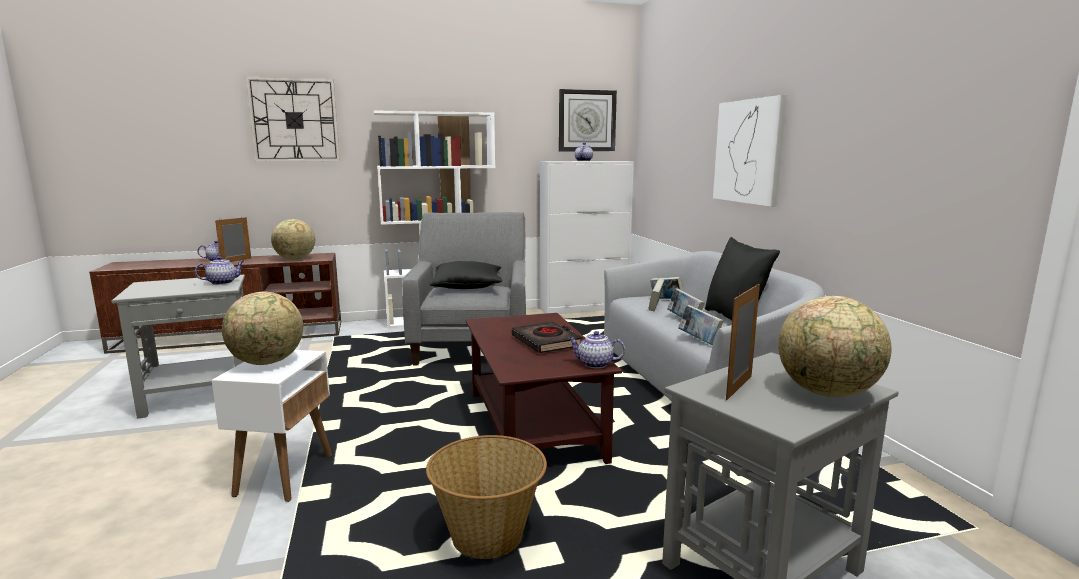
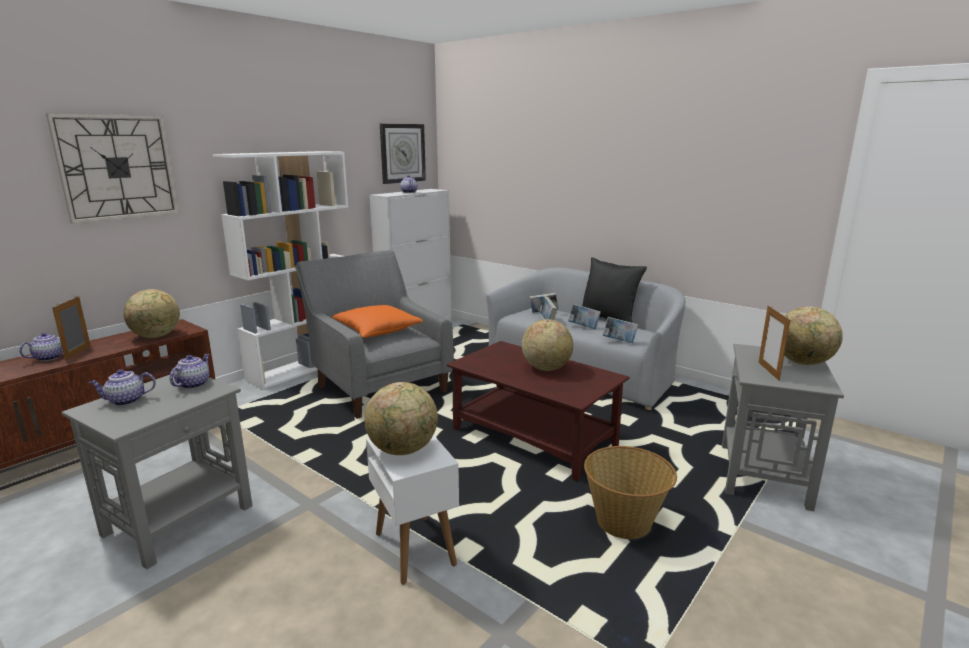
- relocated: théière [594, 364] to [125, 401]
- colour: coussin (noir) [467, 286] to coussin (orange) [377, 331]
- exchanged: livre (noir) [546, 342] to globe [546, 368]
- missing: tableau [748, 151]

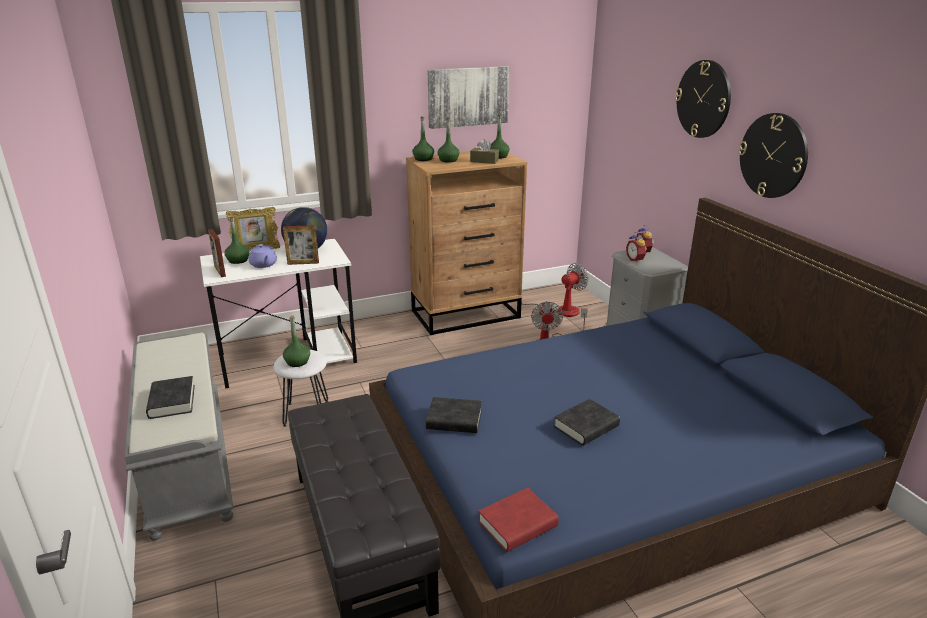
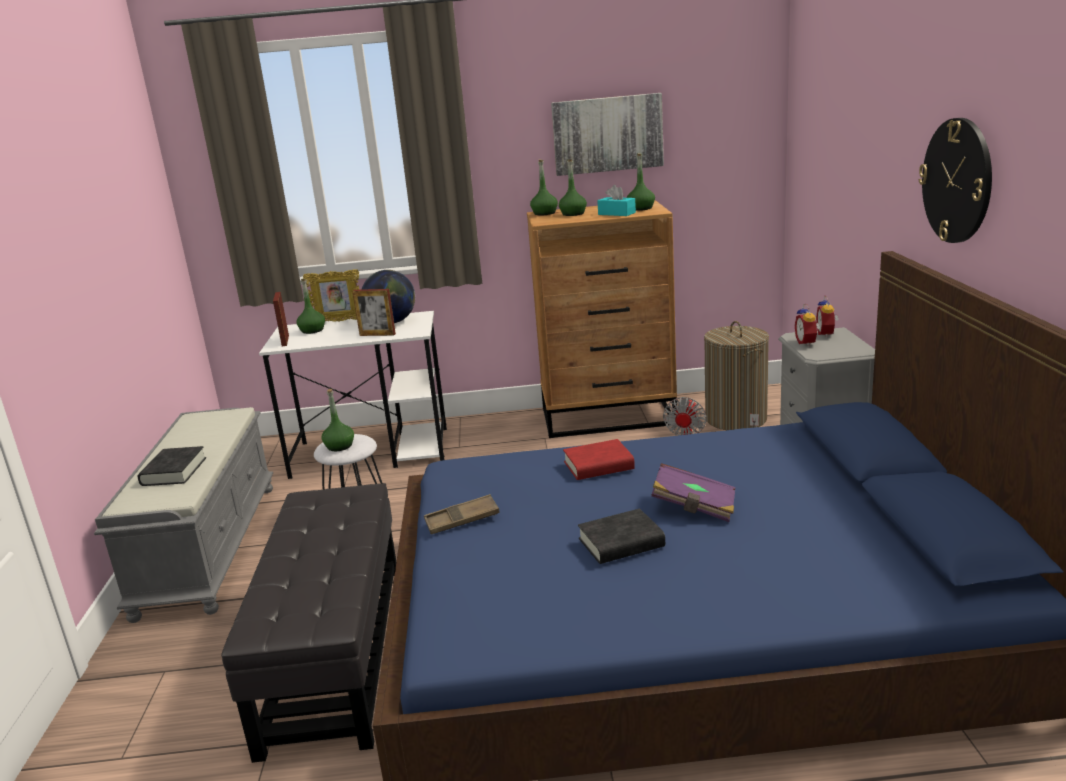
- exchanged: livre (noir) [454, 420] to plateau (marron) [462, 520]
- relocated: livre (rouge) [517, 524] to [598, 466]
- colour: boîte à mouchoirs (marron) [484, 161] to boîte à mouchoirs (turquoise) [616, 213]
- appeared: livre (violet) [694, 508]
- exchanged: ventilateur [559, 310] to panier à linge [735, 419]
- missing: théière (violet) [263, 265]
- missing: horloge murale [703, 99]

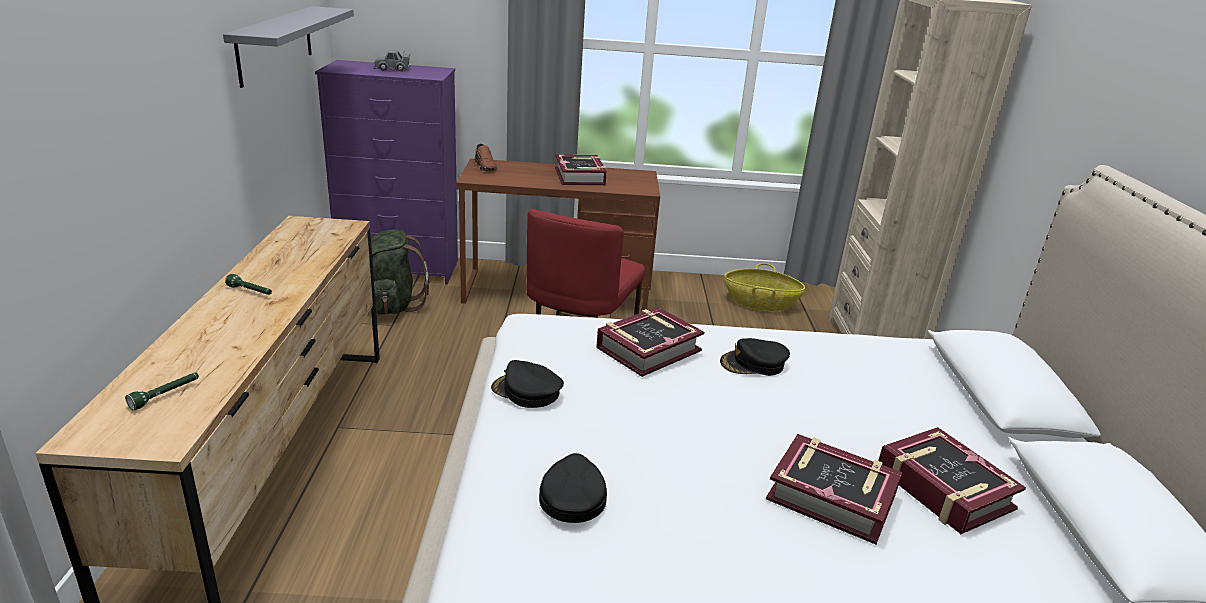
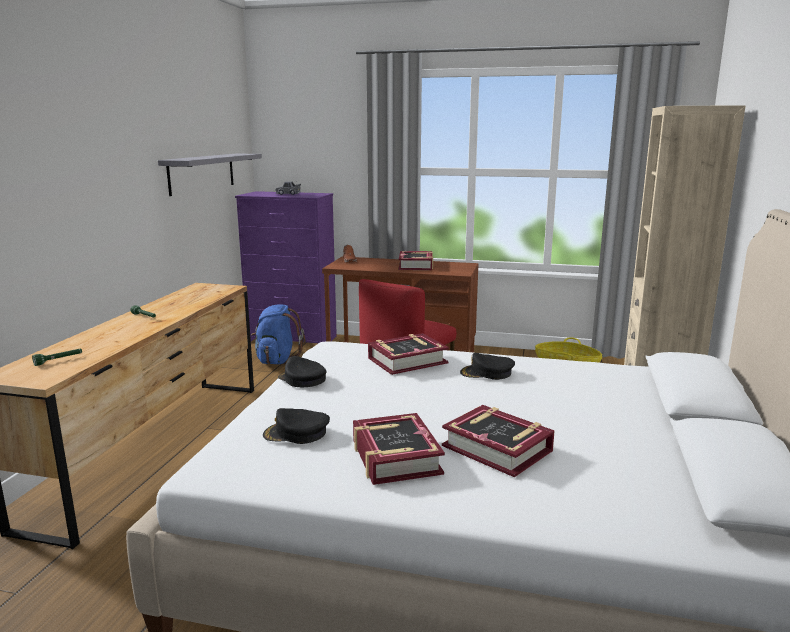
- colour: sac à dos (vert) [392, 305] to sac à dos (bleu) [277, 360]
- spun: casquette (noir) [572, 496] = [296, 433] 105 degrees counterclockwise
- relocated: livre [943, 489] to [395, 457]

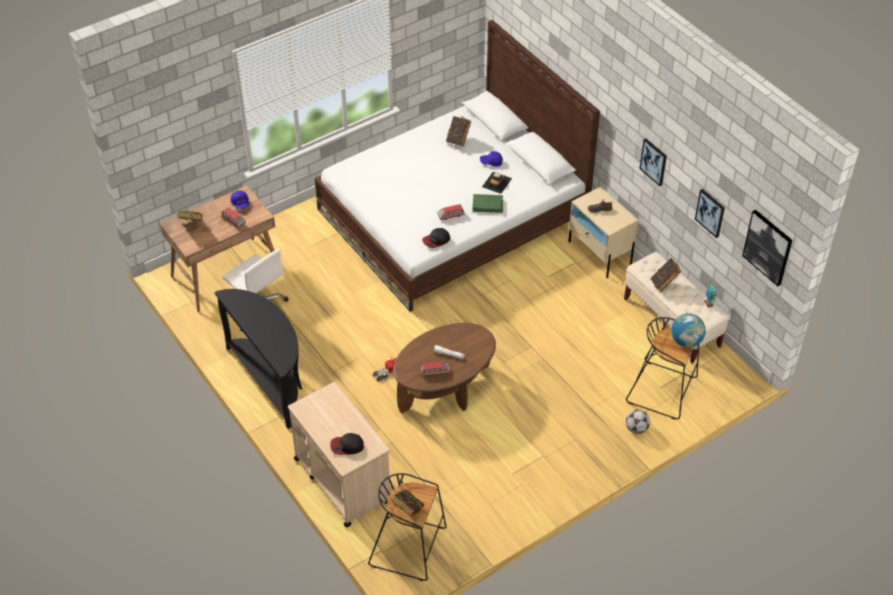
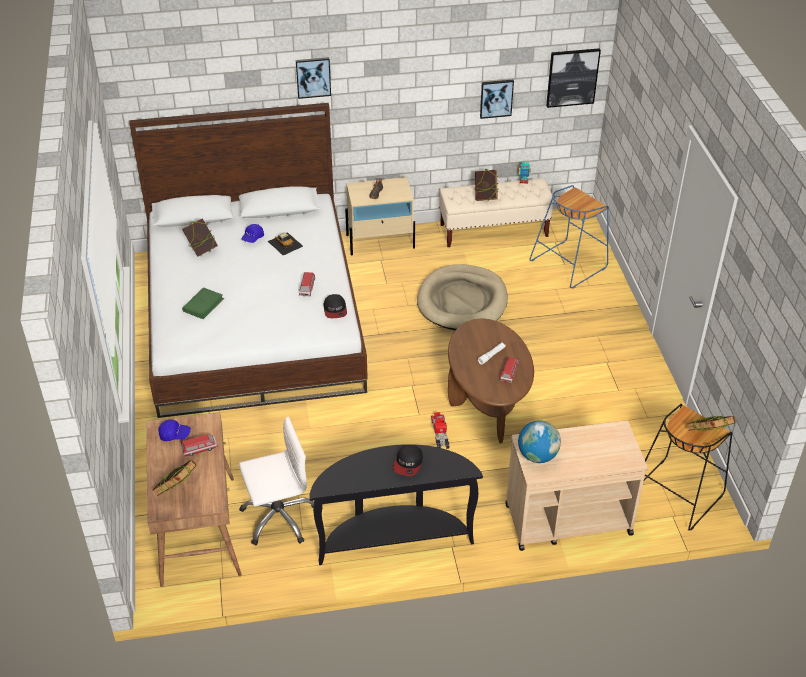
- relocated: livre (vert) [488, 205] to [203, 305]
- relocated: tableau [654, 161] to [313, 77]
- relocated: casquette [347, 446] to [408, 463]
- appeared: panier pour chien (beige) [462, 301]
- relocated: globe [686, 341] to [537, 455]
- colour: tabouret (noir) [663, 390] to tabouret (bleu) [568, 263]
- missing: ballon de foot [636, 429]

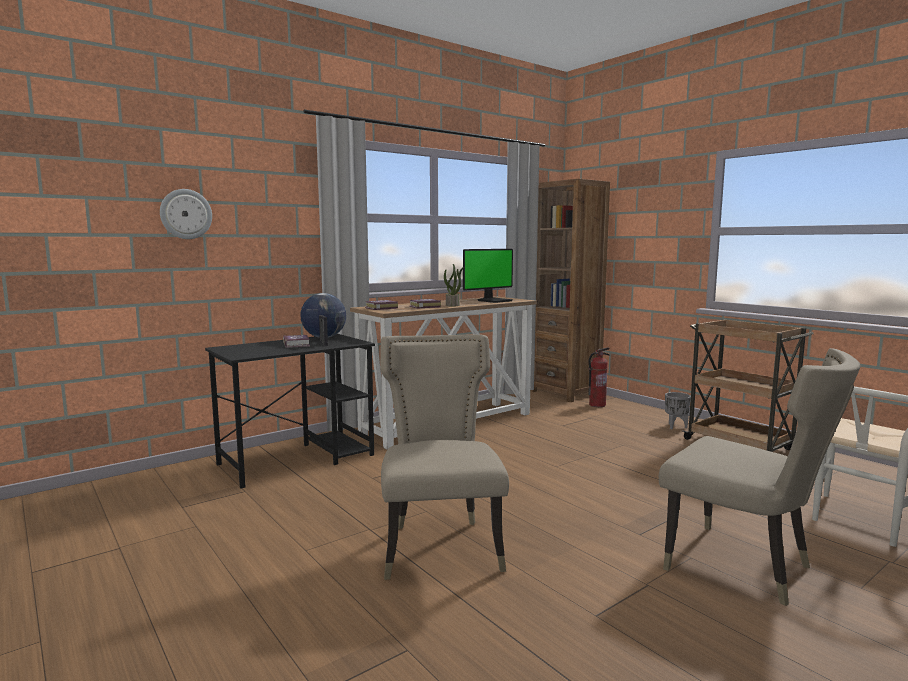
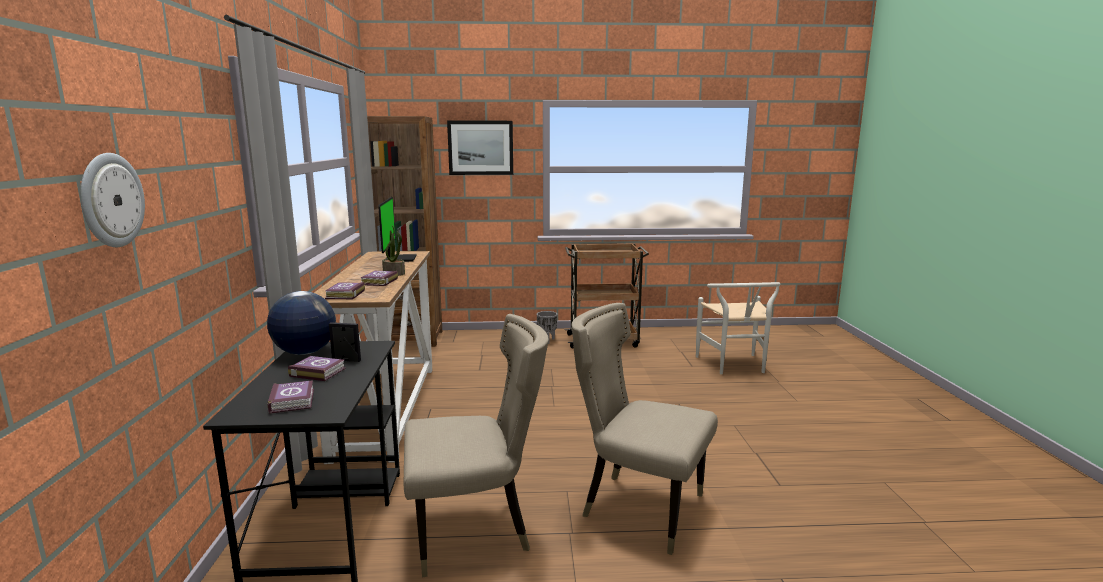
- appeared: livre [293, 400]
- relocated: chaise (beige) [744, 567] to [477, 530]
- appeared: tableau [480, 147]
- missing: extincteur [597, 405]

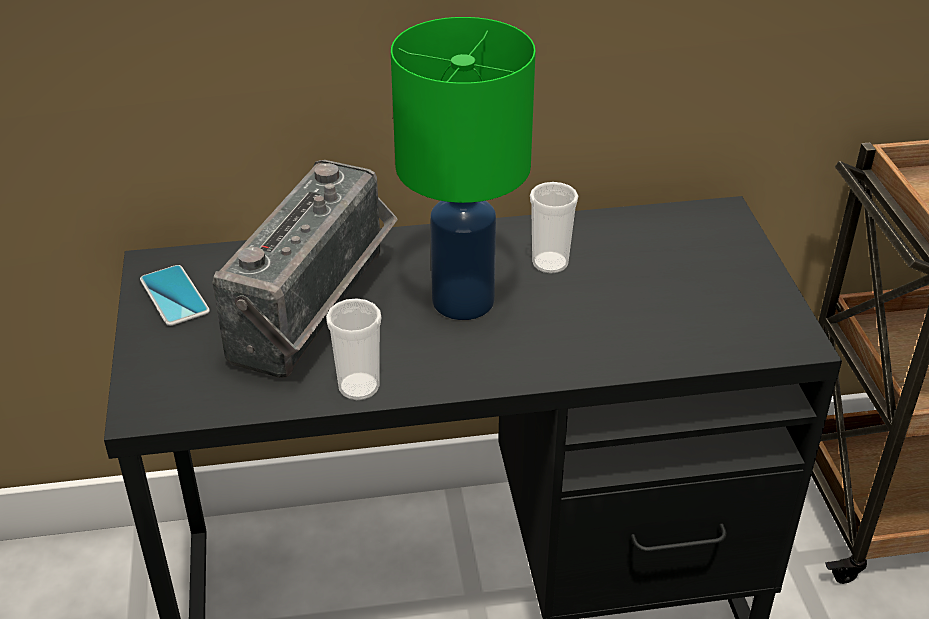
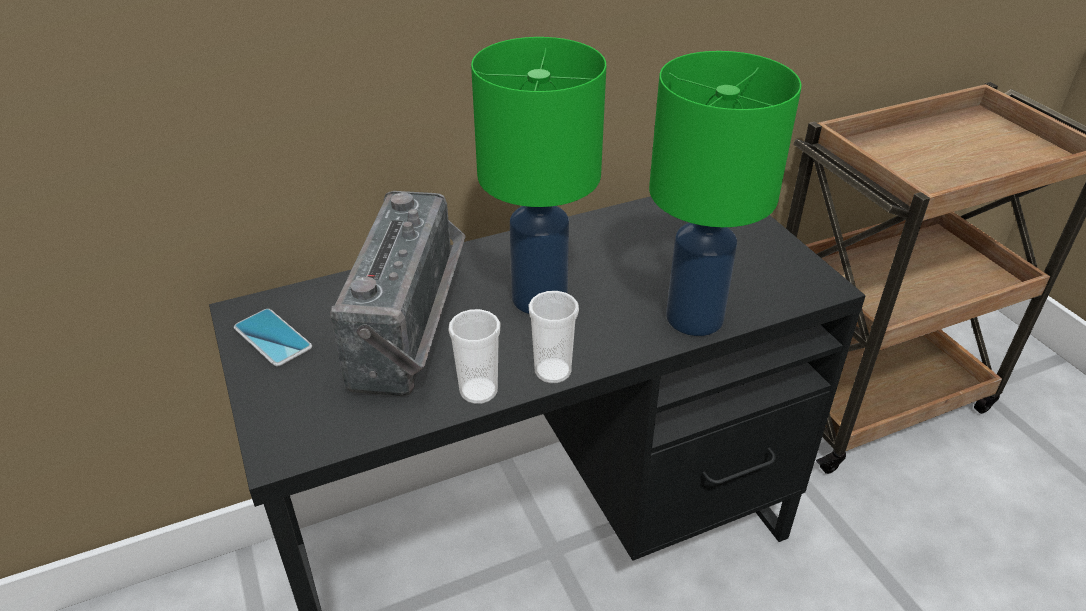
- relocated: tasse [550, 263] to [553, 371]
- appeared: lampe de table (vert) [692, 318]

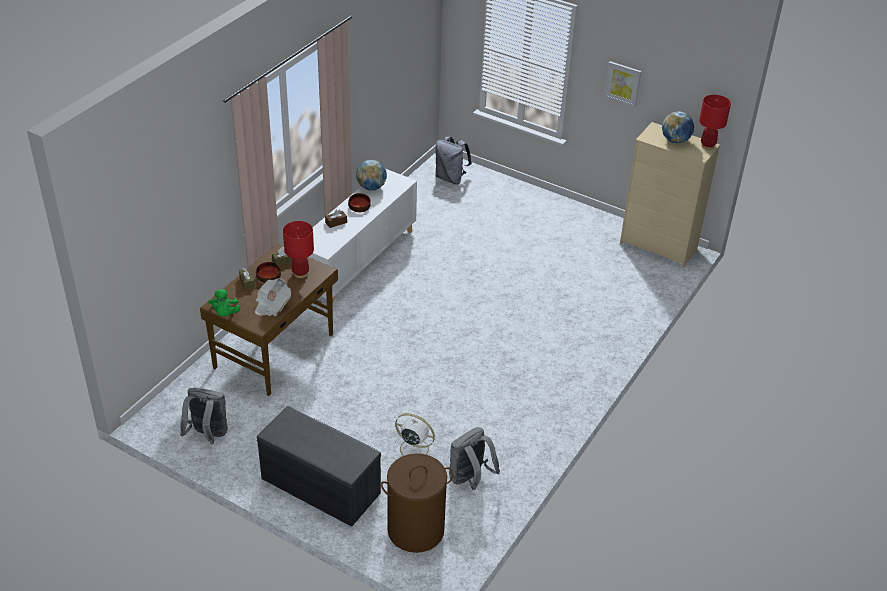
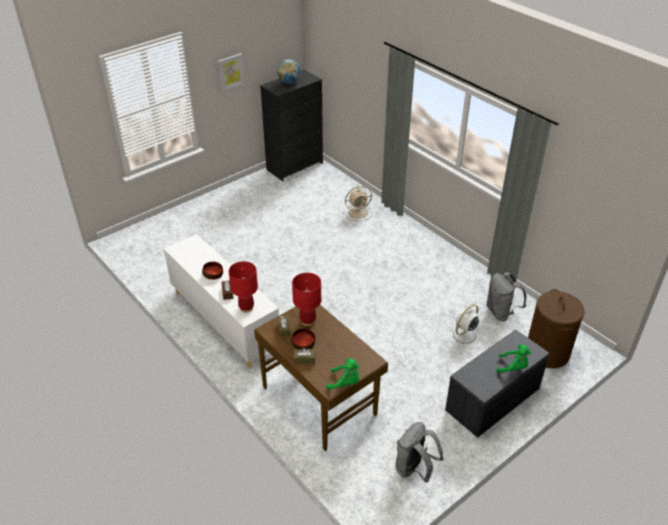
- relocated: lampe de table (rouge) [708, 146] to [246, 308]
- colour: commode (beige) [659, 246] to commode (noir) [295, 166]
- appeared: ventilateur (beige) [358, 212]
- appeared: peluche (vert) [513, 367]
- missing: journal [272, 306]
- missing: globe [371, 187]
- missing: sac à dos (gris) [451, 178]

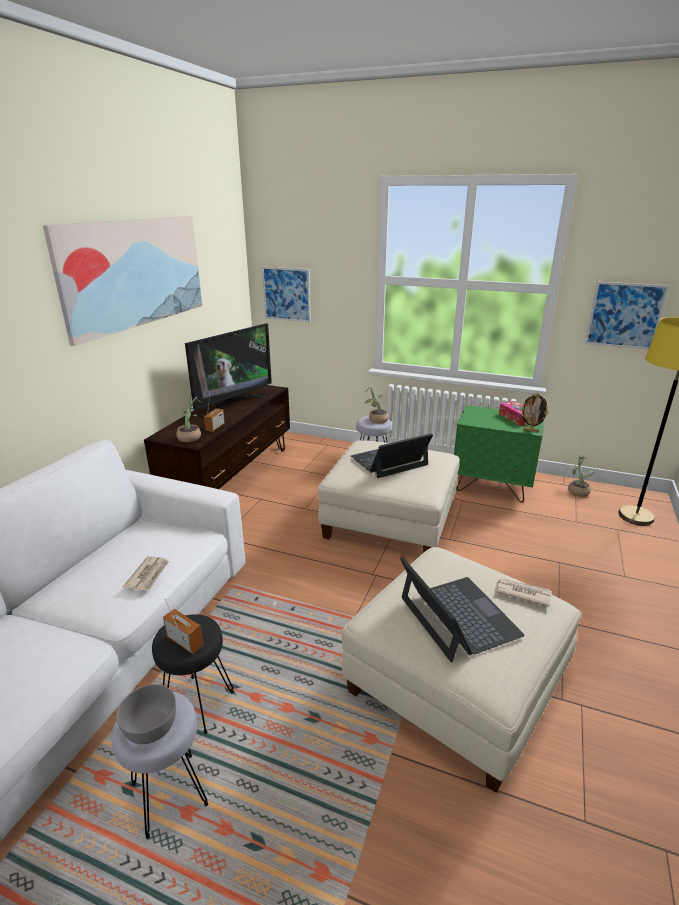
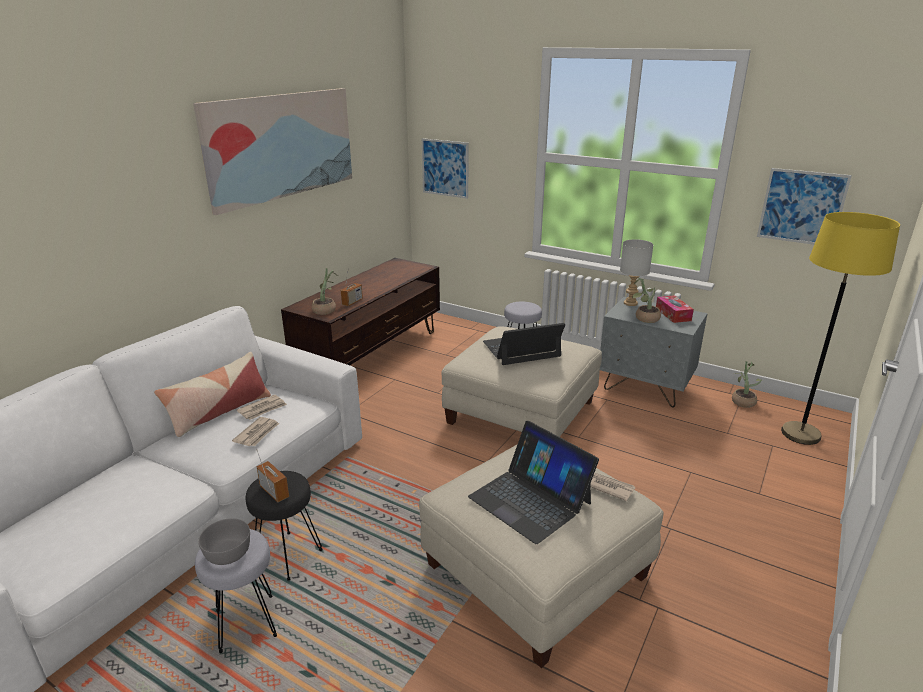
- appeared: coussin [219, 412]
- appeared: journal [263, 409]
- spun: ordinateur portable [458, 617] = [530, 499] 150 degrees clockwise
- colour: table de chevet (vert) [492, 487] to table de chevet (gris) [645, 388]
- appeared: lampe de table (gris) [630, 303]
- relocated: plante en pot [375, 420] to [644, 318]
- missing: téléviseur [233, 404]
- missing: cadre photo [530, 431]

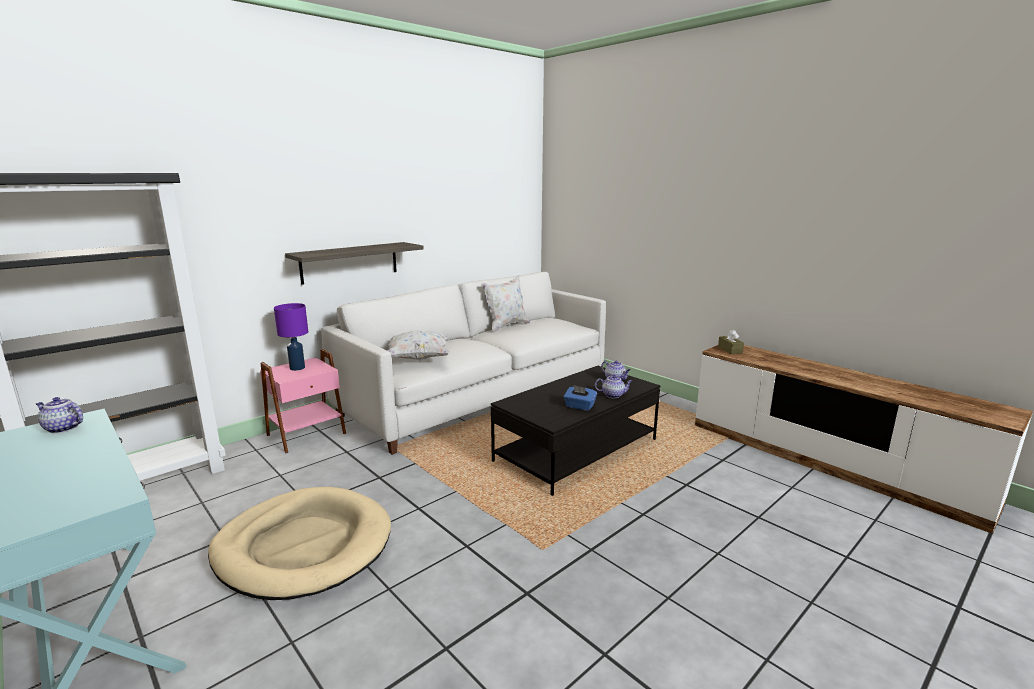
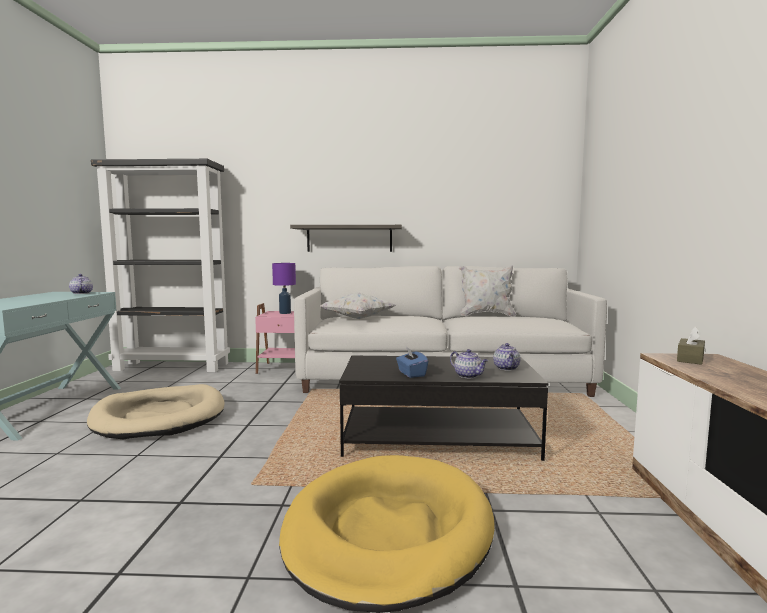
- appeared: panier pour chien (jaune) [388, 532]

